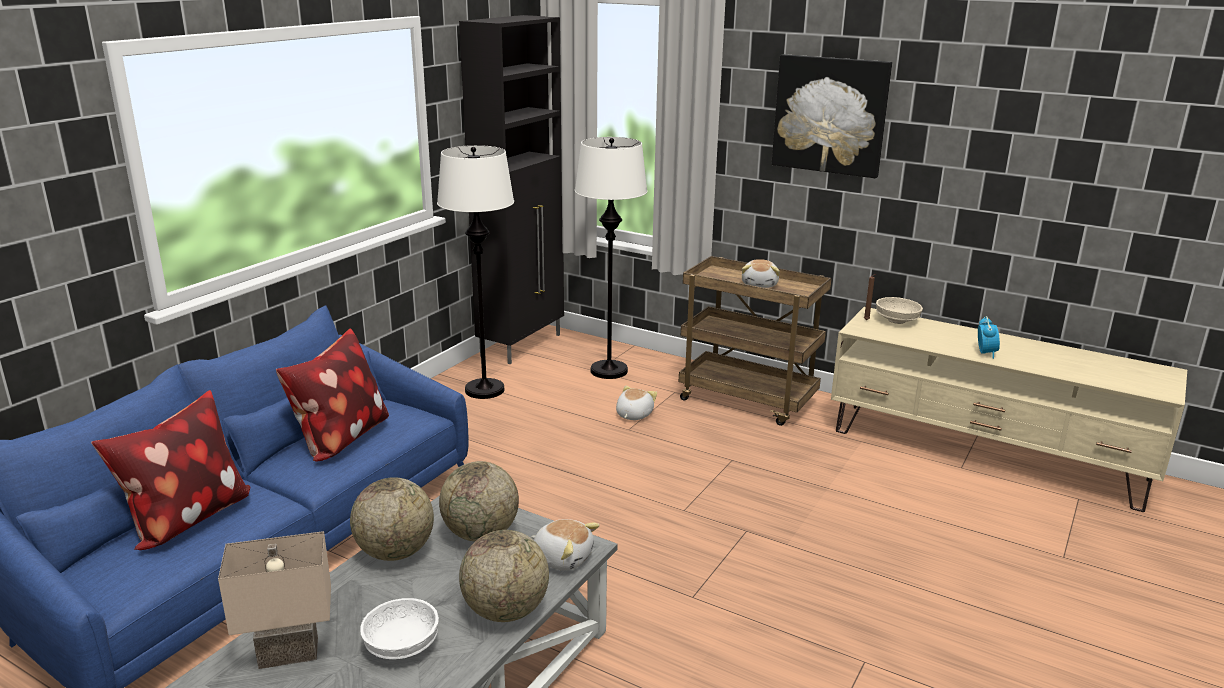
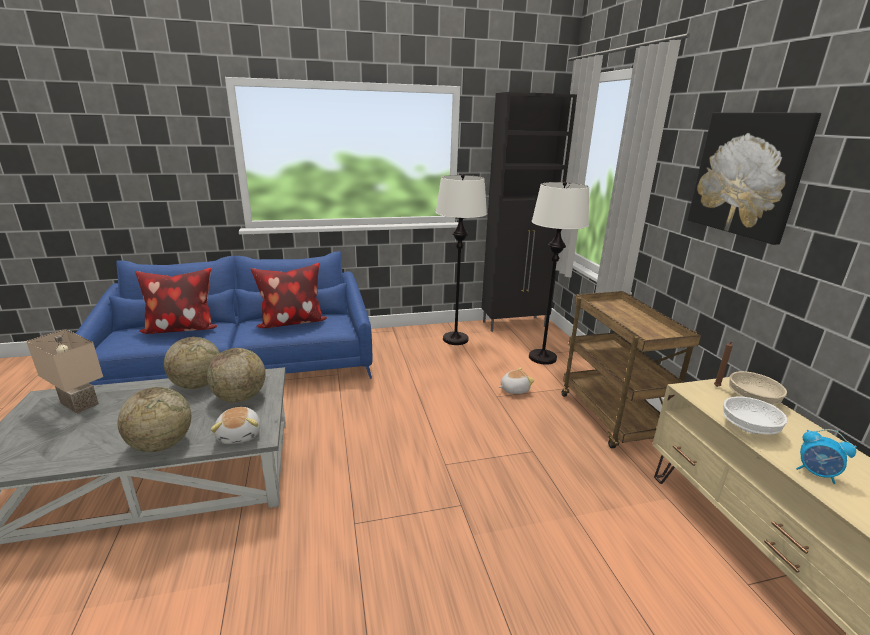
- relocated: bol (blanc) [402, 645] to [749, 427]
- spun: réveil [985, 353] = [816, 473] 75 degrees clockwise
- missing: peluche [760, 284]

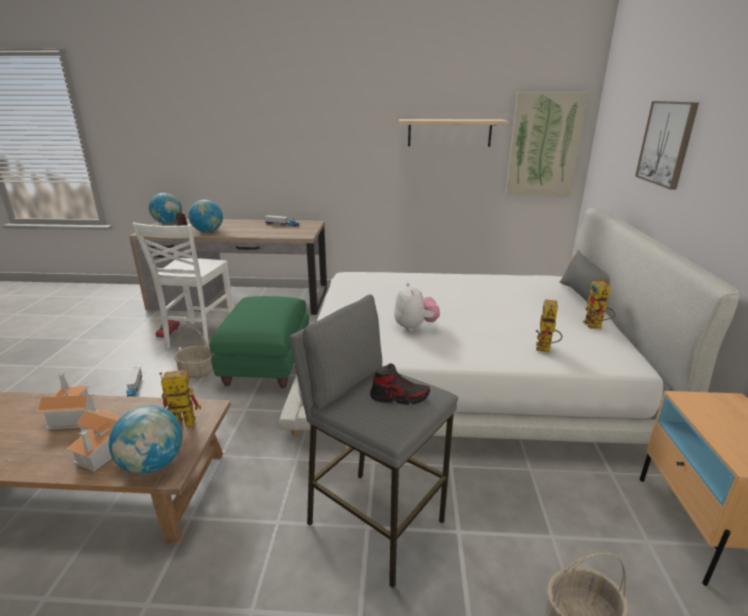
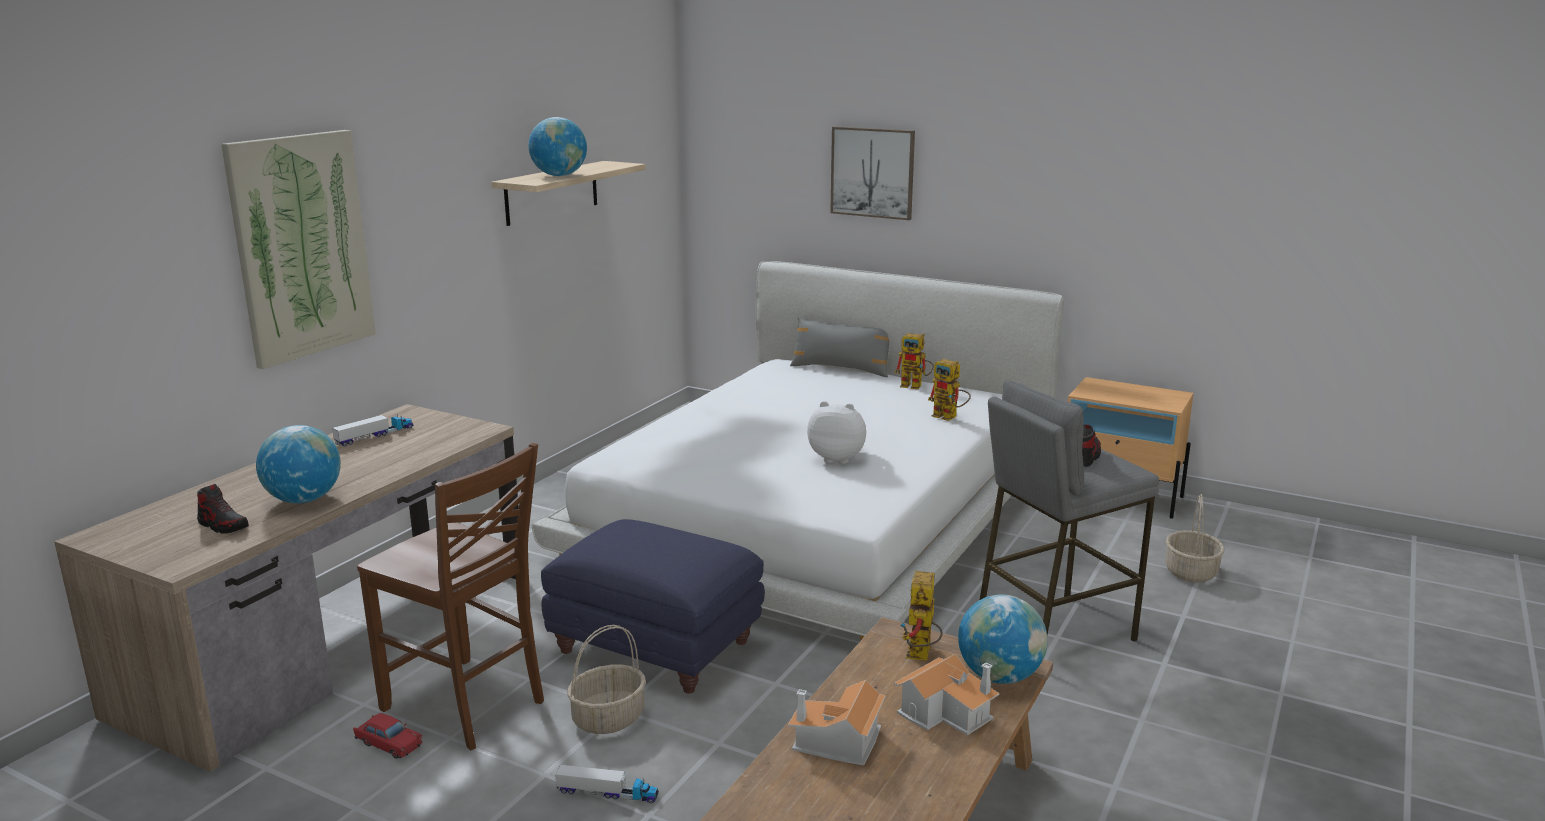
- relocated: tableau [544, 145] to [301, 246]
- colour: chaise (blanc) [199, 337] to chaise (marron) [466, 706]
- relocated: globe [168, 223] to [559, 175]
- colour: pouf (vert) [266, 365] to pouf (bleu) [657, 648]

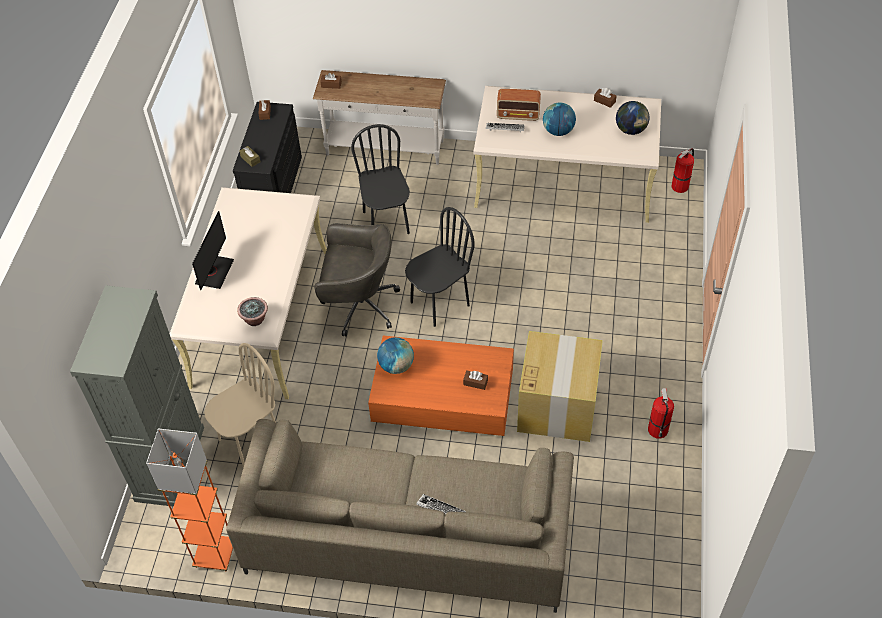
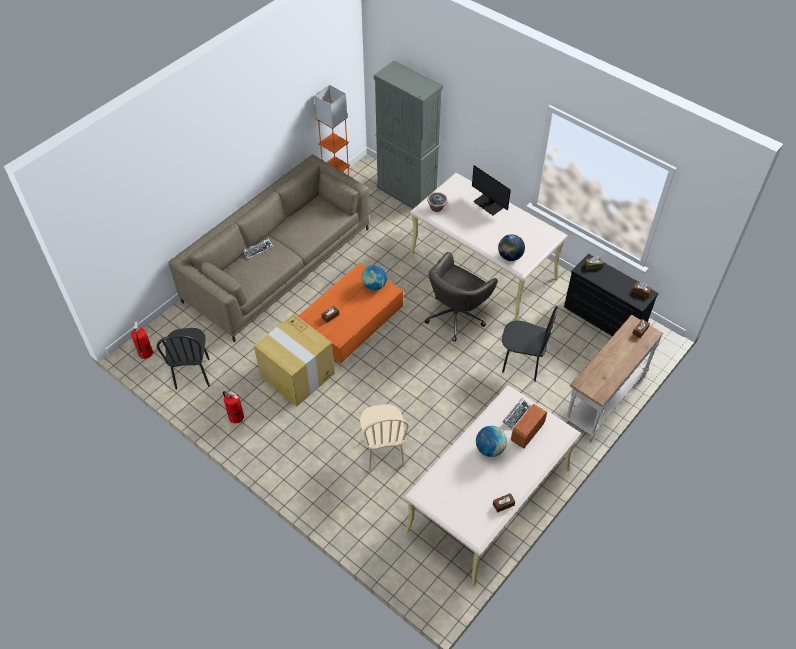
- relocated: extincteur [680, 186] to [145, 353]
- relocated: chaise (noir) [439, 303] to [193, 374]
- relocated: chaise (beige) [250, 439] to [383, 451]
- relocated: globe [631, 130] to [510, 256]

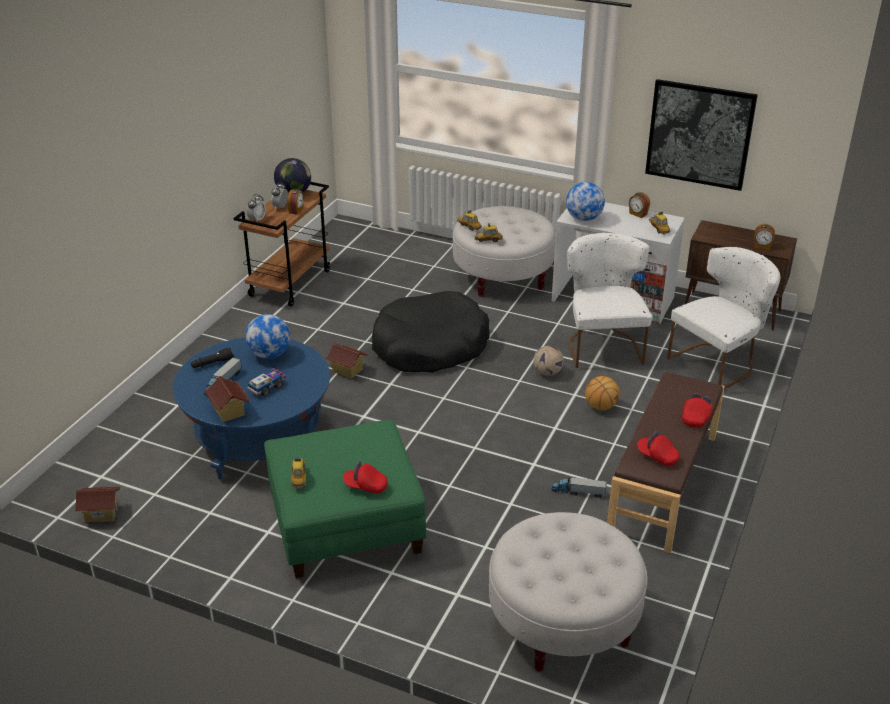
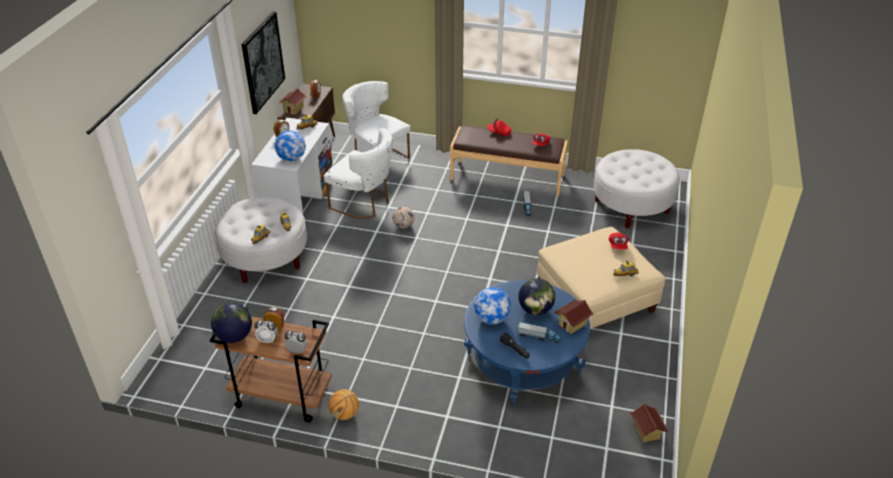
- relocated: maison miniature [347, 370] to [294, 109]
- spun: chaise (blanc) [602, 345] = [364, 203] 135 degrees counterclockwise
- relocated: ballon de basket [600, 406] to [345, 414]
- exchanged: camion jouet [267, 387] to globe [535, 310]
- colour: pouf (vert) [345, 523] to pouf (beige) [596, 298]
- missing: panier pour chien (noir) [429, 346]

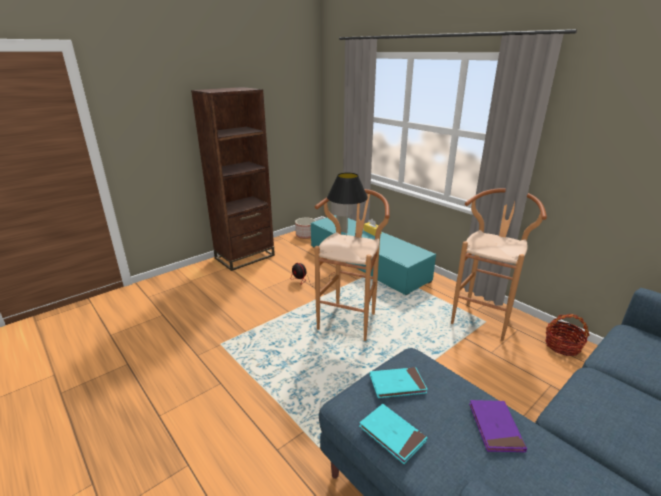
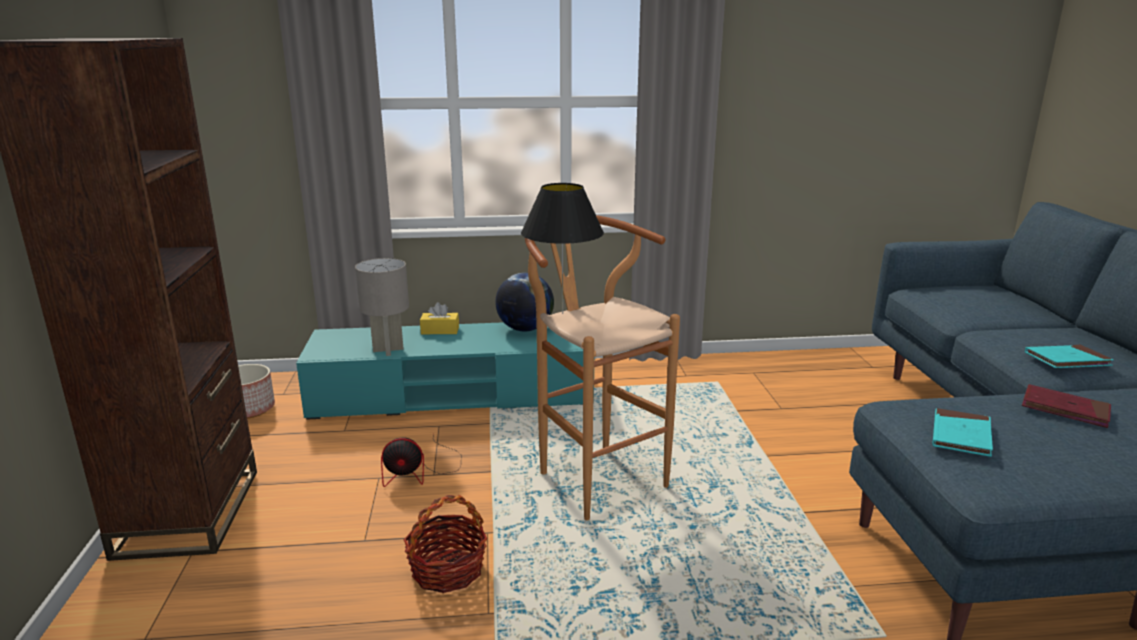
- relocated: panier [562, 346] to [447, 570]
- appeared: globe [525, 329]
- colour: livre (violet) [495, 427] to livre (rouge) [1065, 409]
- relocated: livre (turquoise) [392, 434] to [1067, 360]
- missing: tabouret (marron) [483, 317]

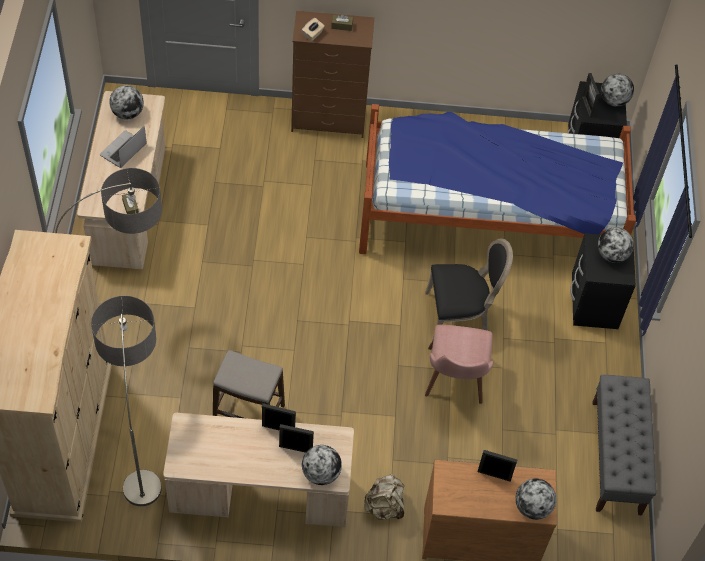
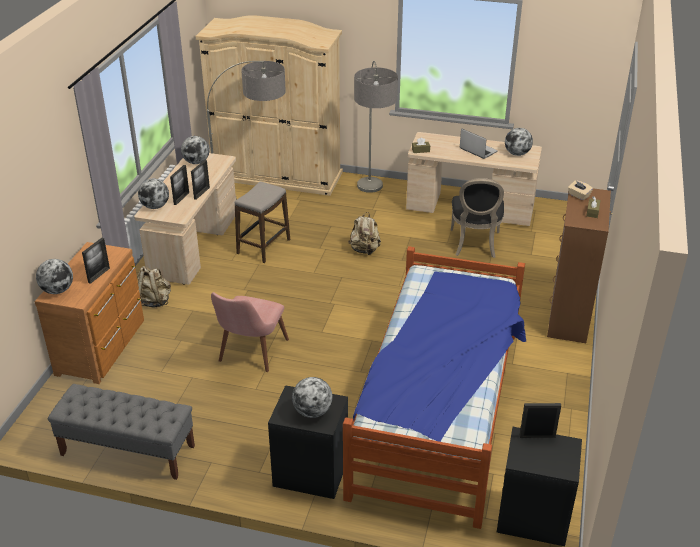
- relocated: globe [614, 101] to [196, 162]
- spun: chaise (rose) [455, 384] = [250, 355] 90 degrees counterclockwise
- appeared: sac à dos (beige) [365, 250]
- relocated: chaise (noir) [460, 316] to [475, 244]

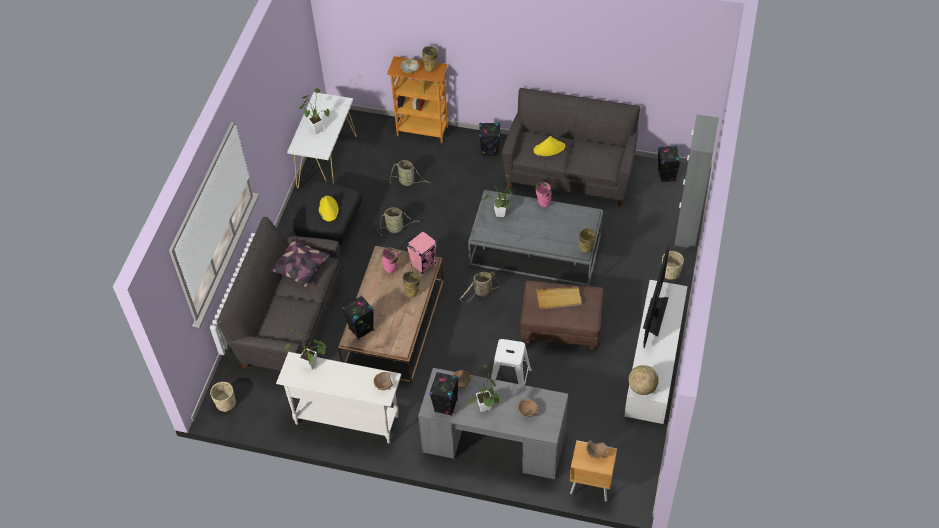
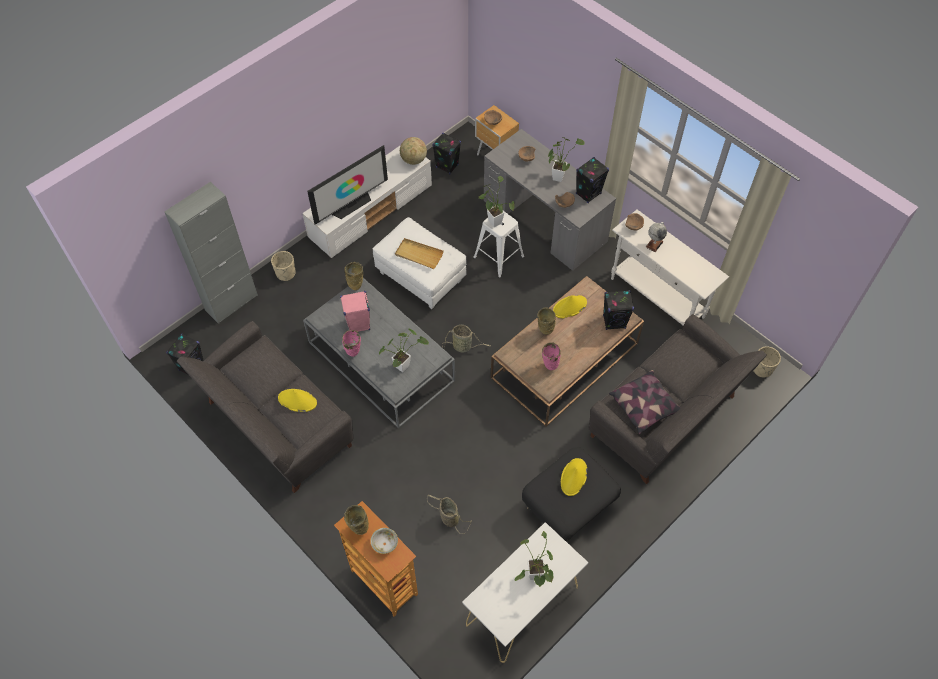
- relocated: enceinte (rose) [423, 264] to [358, 324]
- colour: pouf (marron) [561, 328] to pouf (blanc) [420, 277]
- relocated: enceinte (noir) [490, 151] to [447, 166]
- relocated: plante en pot [312, 366] to [493, 220]
- appeared: chapeau (jaune) [569, 307]
- appeared: globe [654, 244]
- missing: panier [396, 228]

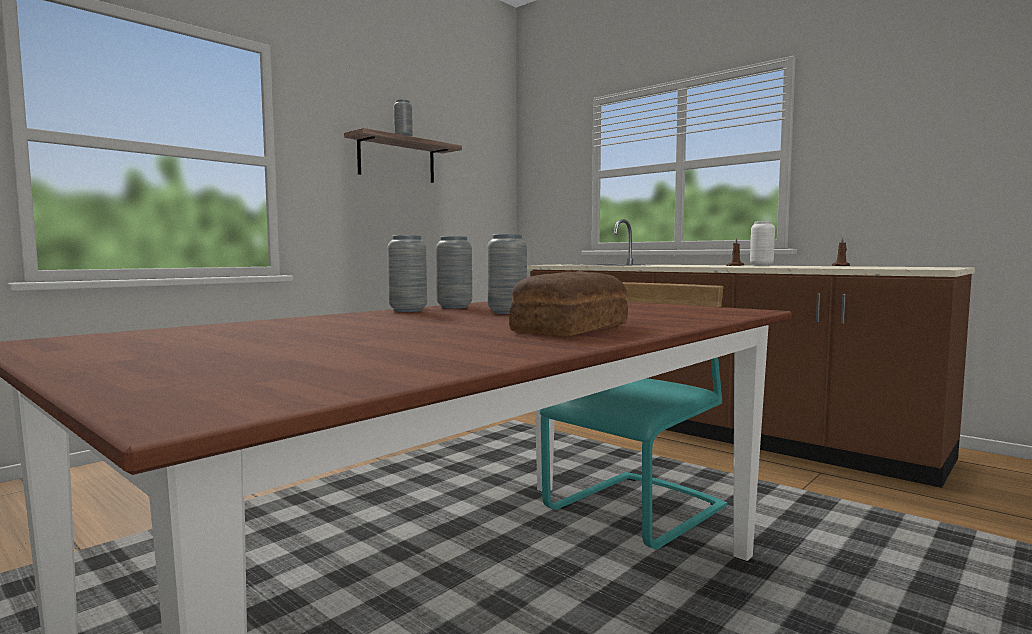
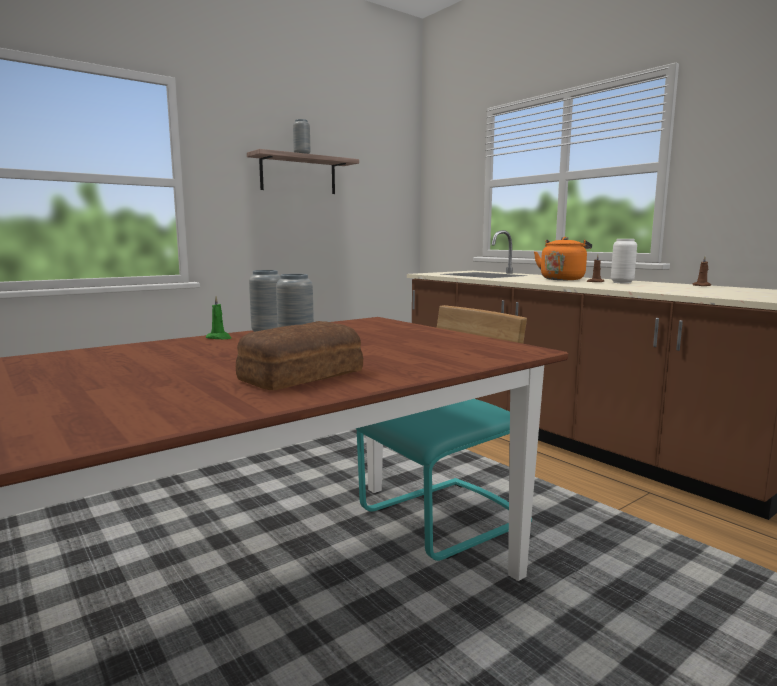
- exchanged: vase (gris) [408, 310] to bougie (vert) [219, 338]
- appeared: bouilloire (orange) [563, 279]

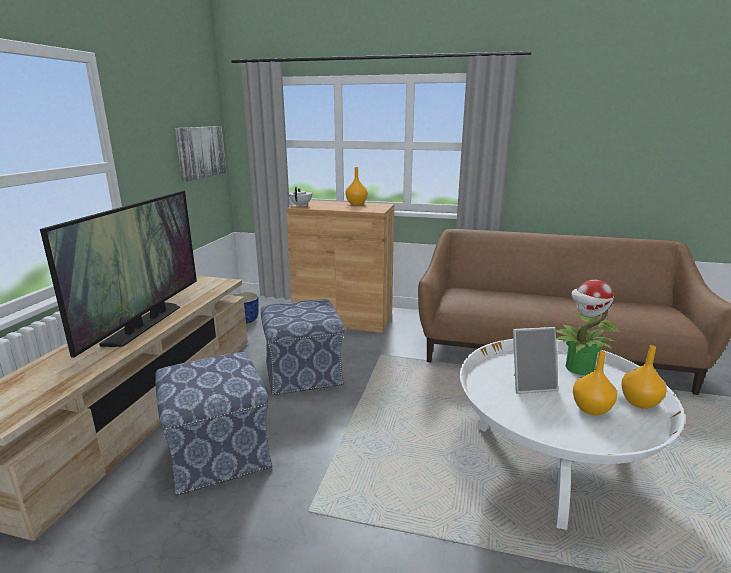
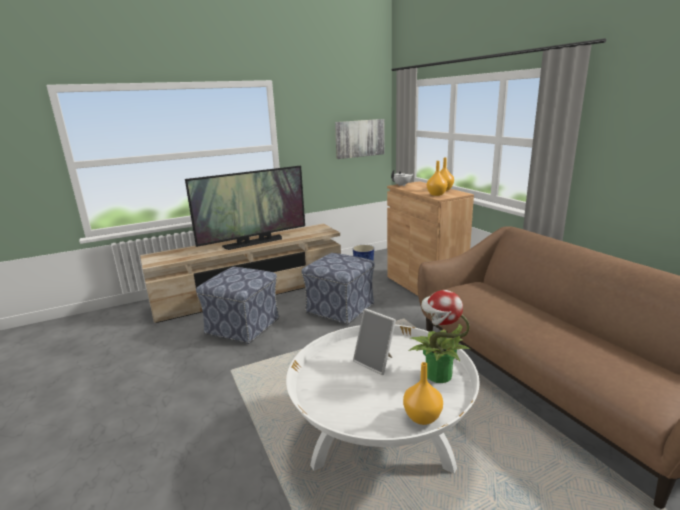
- relocated: vase (orange) [592, 409] to [437, 194]

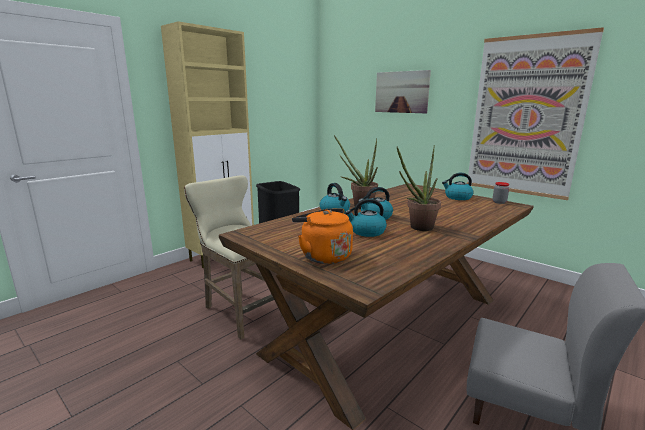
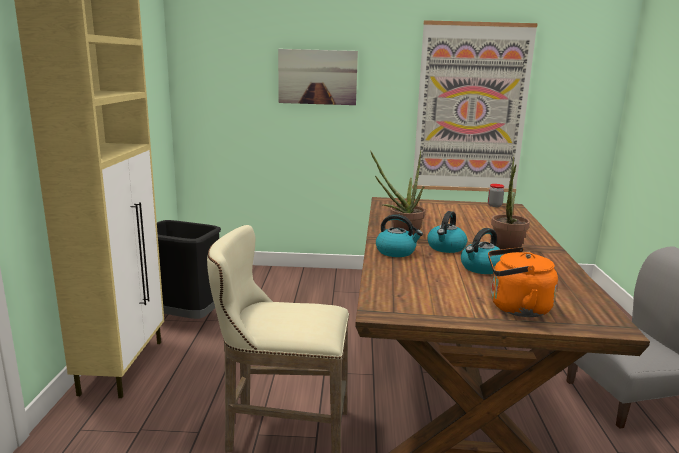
- missing: bouilloire [457, 197]

